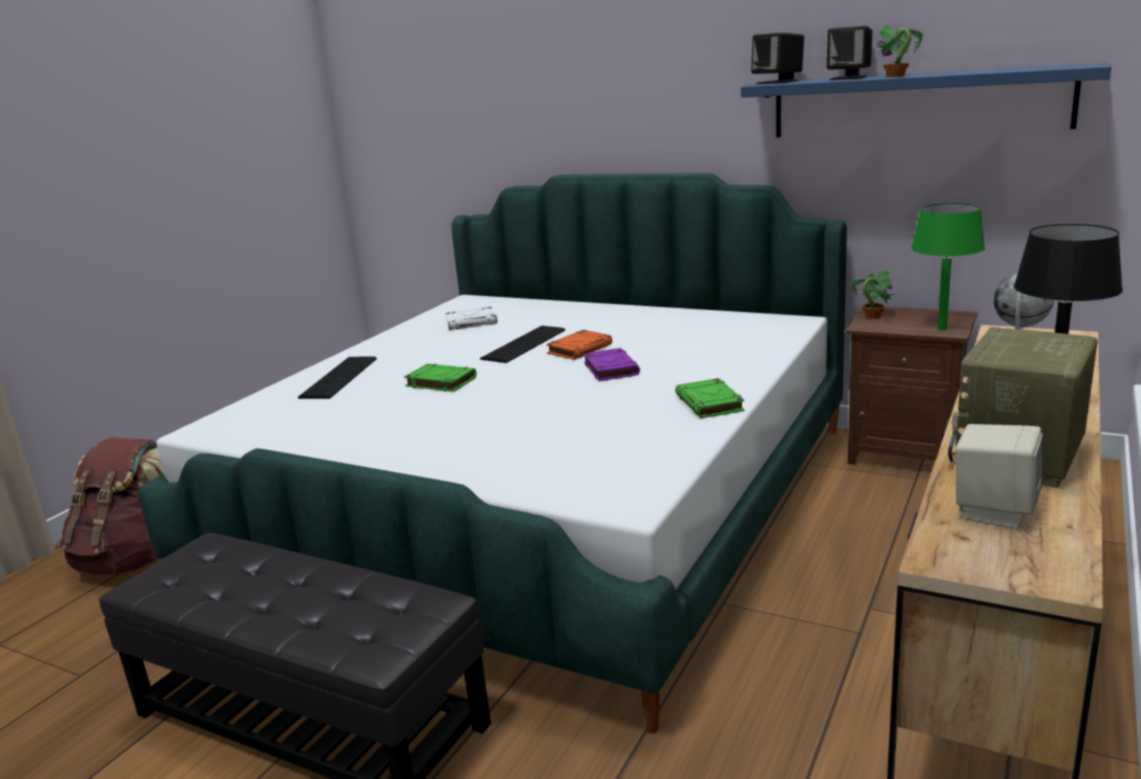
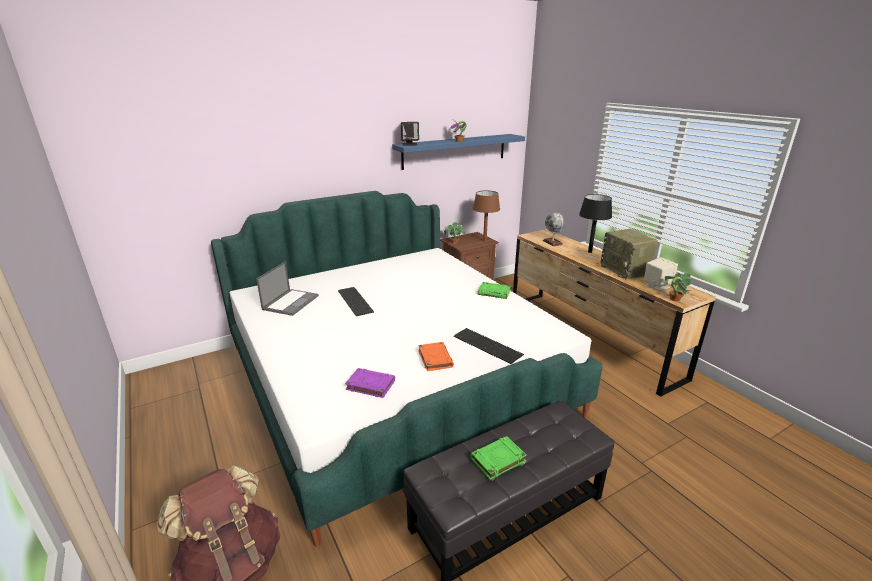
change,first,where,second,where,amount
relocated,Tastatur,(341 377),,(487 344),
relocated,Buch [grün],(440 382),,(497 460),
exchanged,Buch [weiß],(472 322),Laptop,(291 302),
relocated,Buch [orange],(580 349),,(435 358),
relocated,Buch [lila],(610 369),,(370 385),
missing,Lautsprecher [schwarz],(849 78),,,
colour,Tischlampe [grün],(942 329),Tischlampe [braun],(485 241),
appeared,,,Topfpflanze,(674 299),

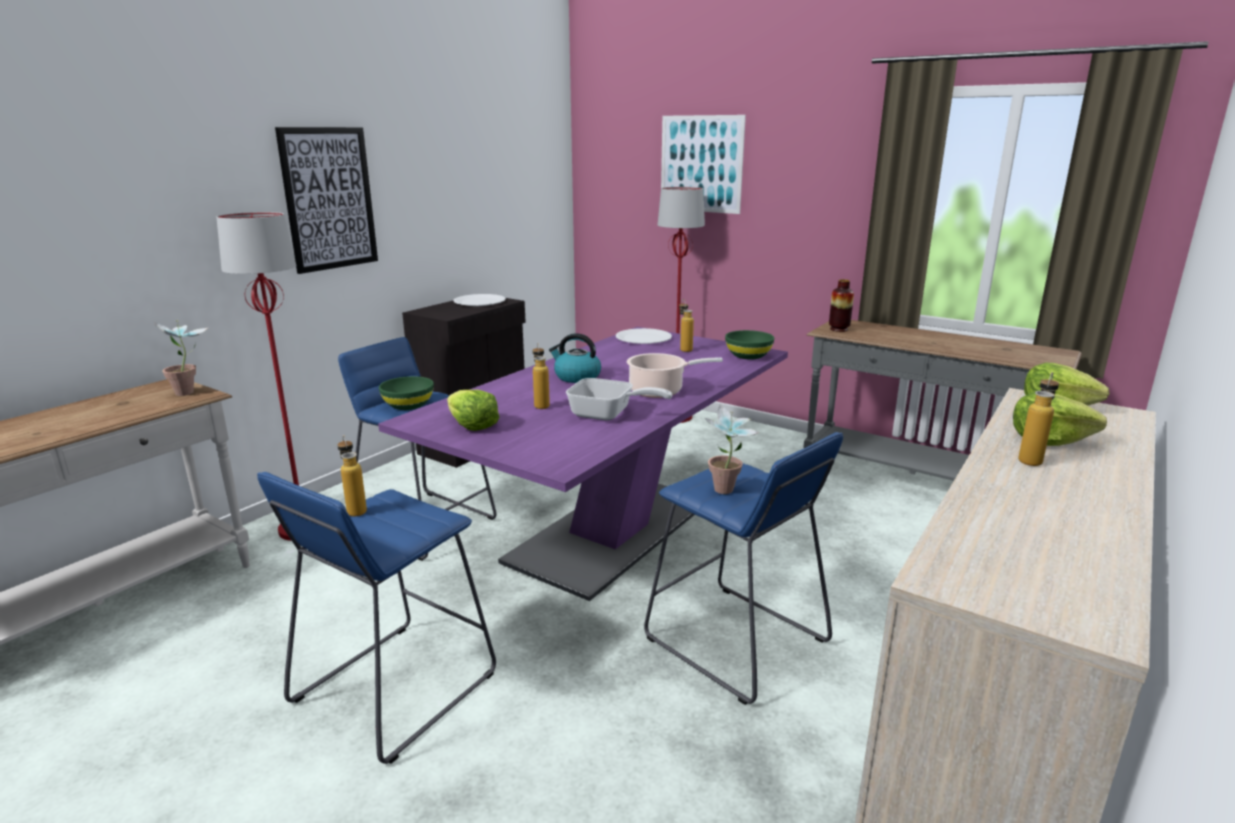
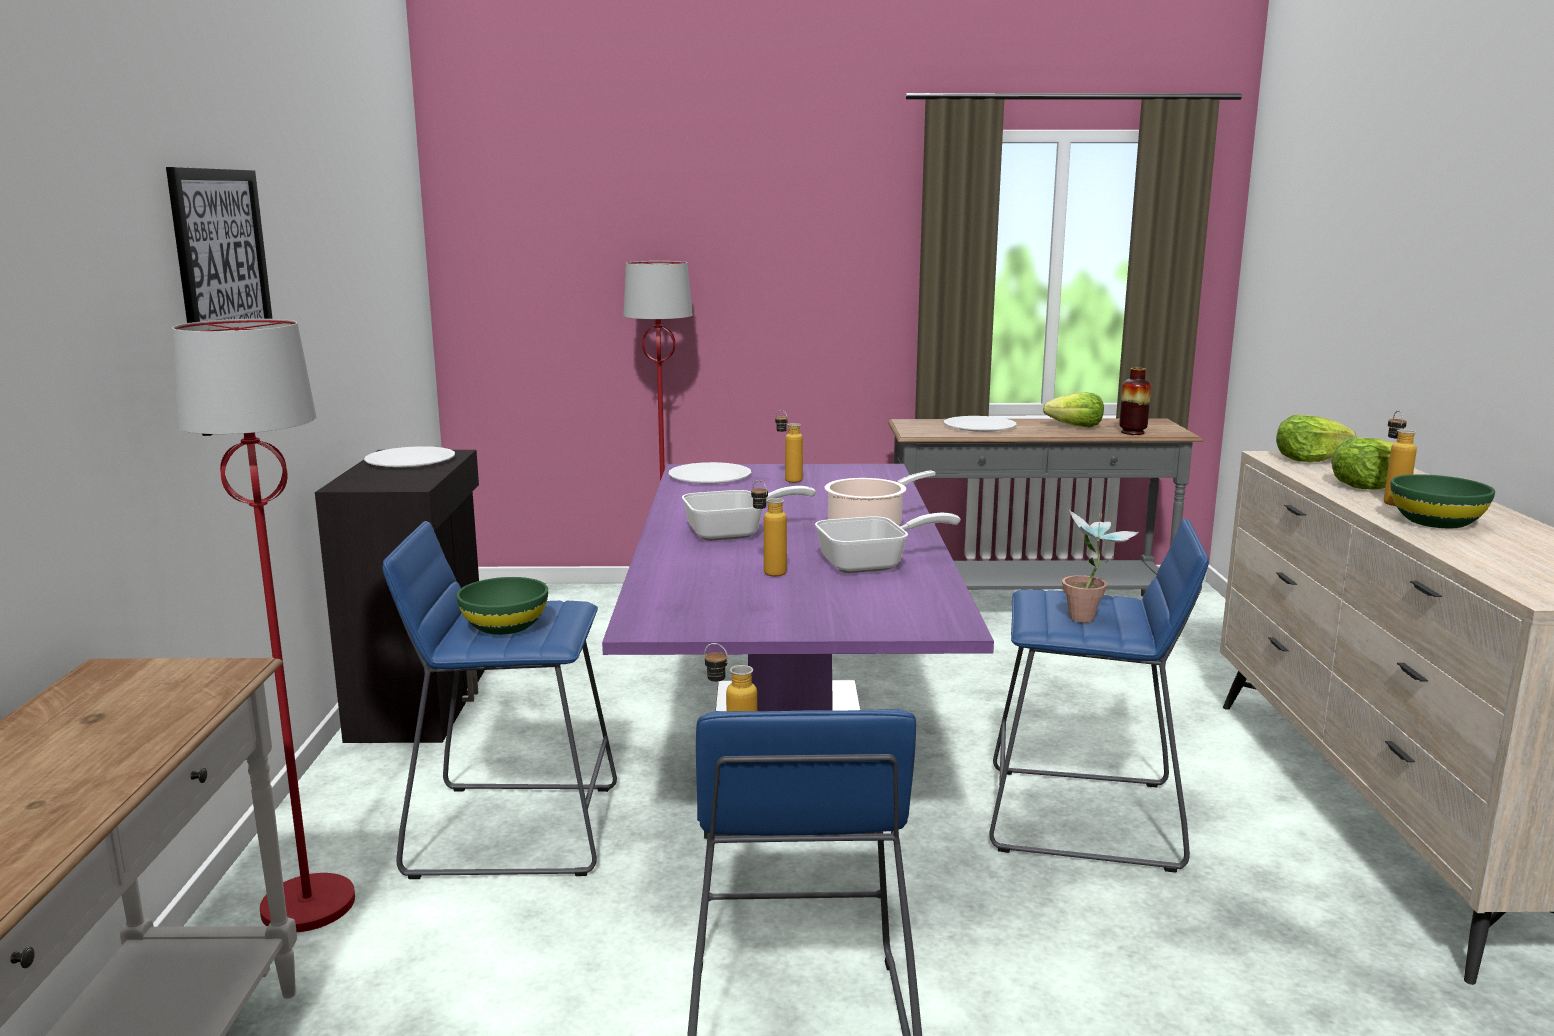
change,first,where,second,where,amount
missing,Topfpflanze,(191 393),,,
relocated,Salatkopf,(472 426),,(1075 426),
exchanged,Wasserkessel,(576 377),Pfanne,(735 533),
missing,Bild,(701 164),,,
relocated,Schüssel [grün],(748 356),,(1436 522),
relocated,Vase,(839 329),,(1132 432),
appeared,,,Teller [weiß],(979 426),

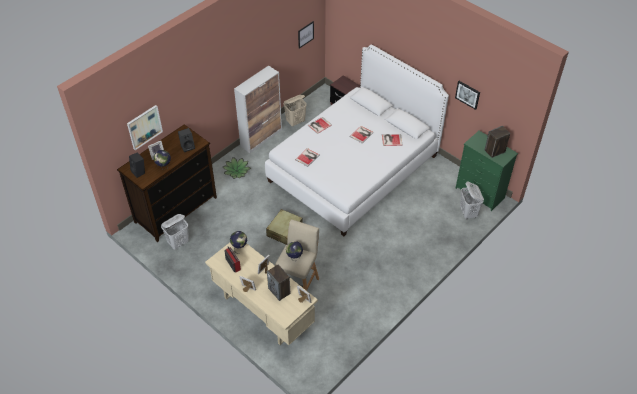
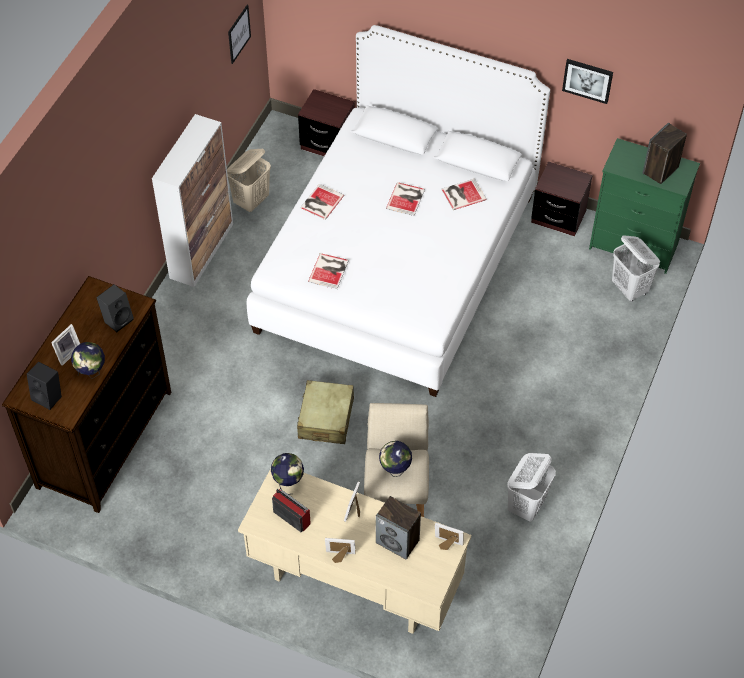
change,first,where,second,where,amount
missing,Bild,(144 127),,,
relocated,Wäschekorb [weiß],(178 242),,(526 505),
missing,Topfpflanze,(237 171),,,
appeared,,,Nachttisch [braun],(558 217),

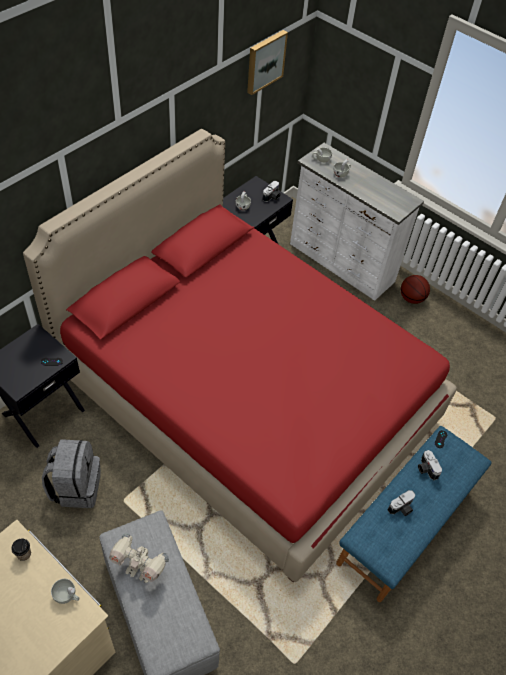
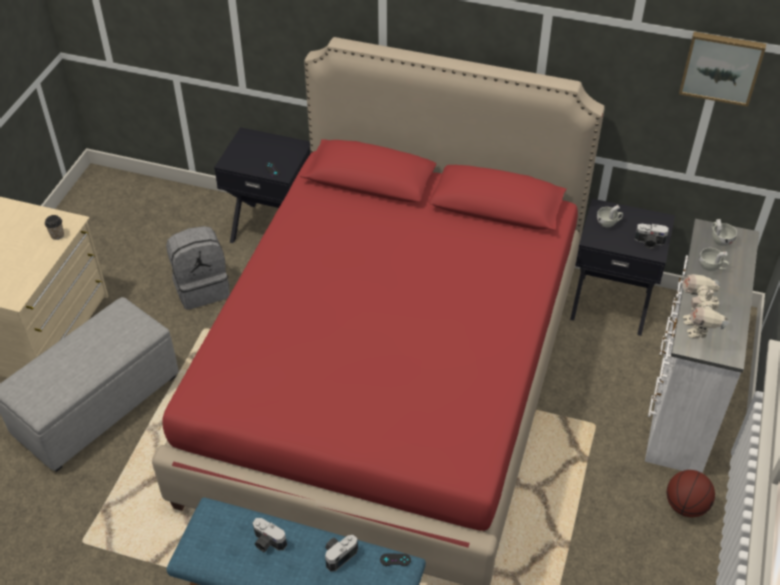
change,first,where,second,where,amount
missing,Tasse [weiß],(67 595),,,
relocated,Spielzeugroboter,(140 570),,(696 328),

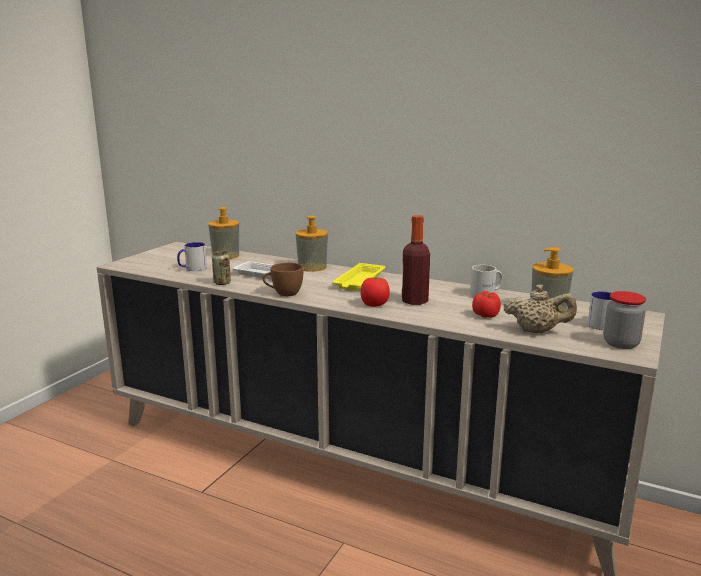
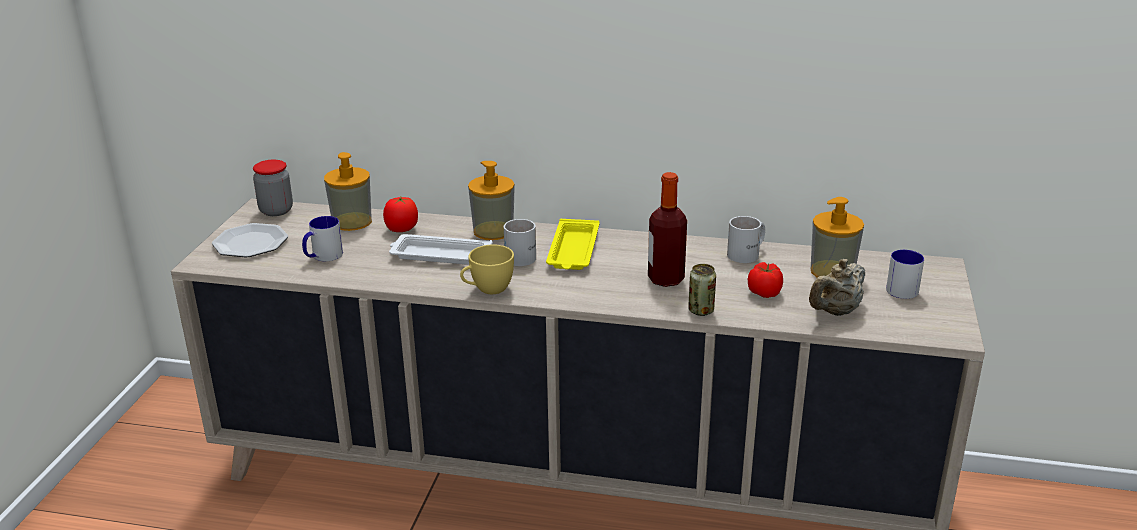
change,first,where,second,where,amount
relocated,Dose,(222 283),,(701 310),
colour,Tasse [braun],(283 293),Tasse [gelb],(487 289),
relocated,Tomate,(374 305),,(401 229),
spun,Teekanne [beige],(537 331),,(835 312),135 degrees clockwise
relocated,Vorratsglas,(621 343),,(276 210),
appeared,,,Teller,(251 243),
appeared,,,Henkelbecher [weiß],(524 255),

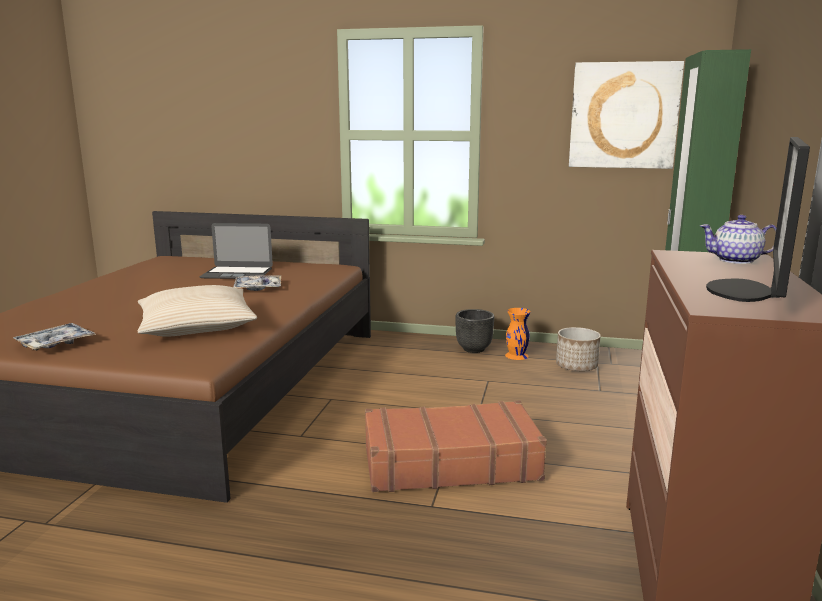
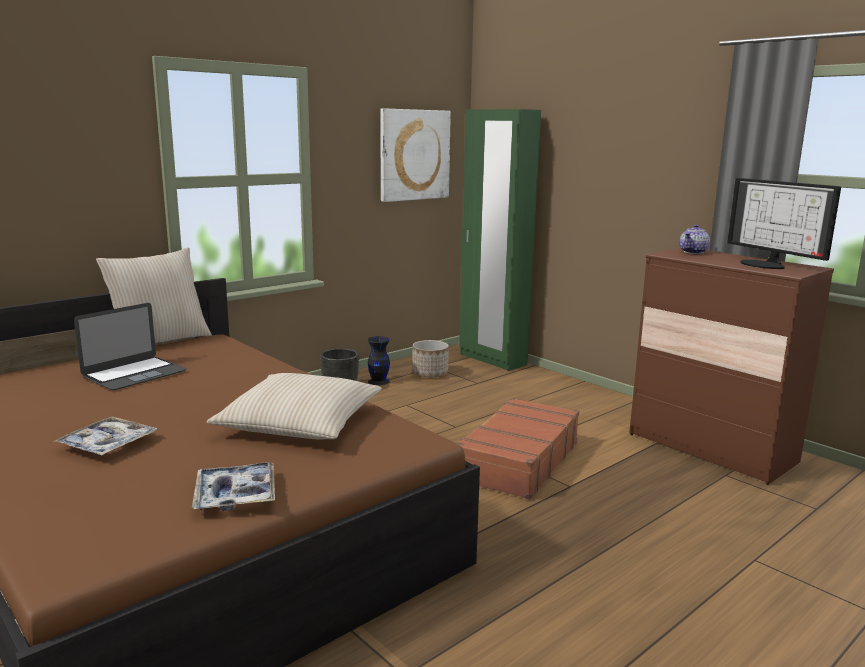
change,first,where,second,where,amount
relocated,Tablett,(258 288),,(107 444),
colour,Vase [orange],(516 355),Vase [schwarz],(378 381),
appeared,,,Kissen [beige],(160 341),

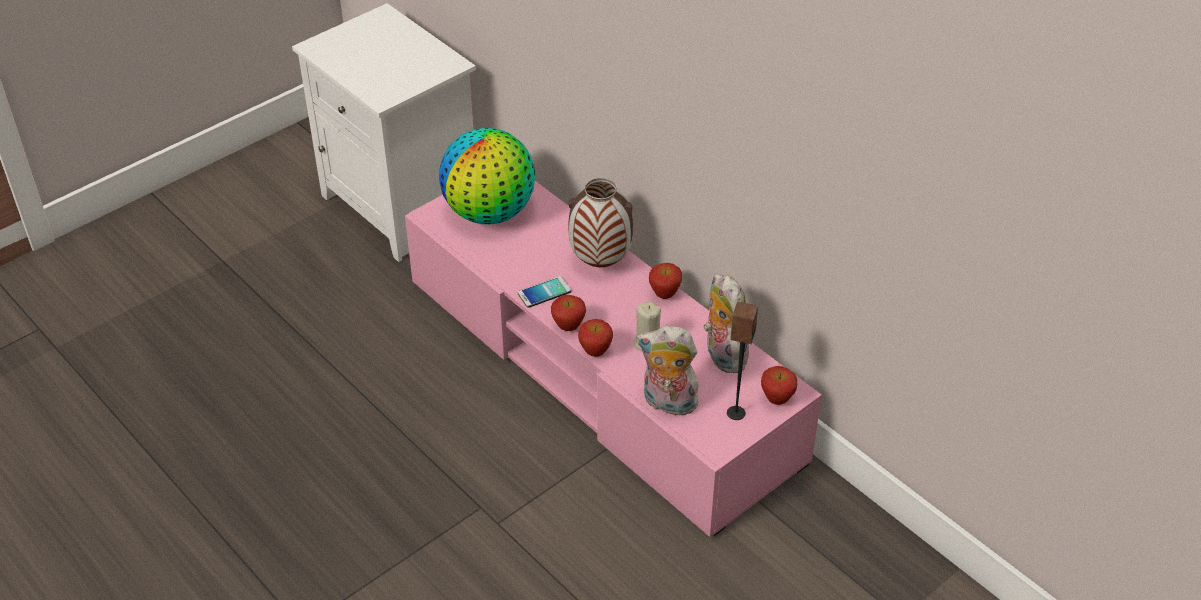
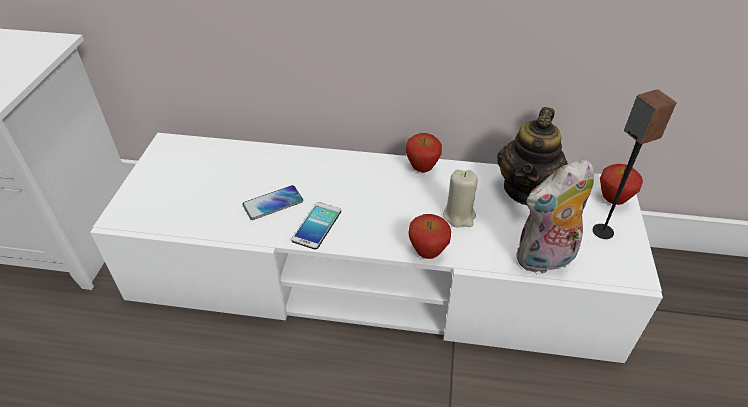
change,first,where,second,where,amount
colour,Fernsehschrank [rosa],(600 370),Fernsehschrank [weiß],(374 275),
missing,Globus,(490 212),,,
missing,Apfel,(568 327),,,
missing,Vase,(601 262),,,
exchanged,Plüschtier,(722 355),Teekanne,(527 190),
appeared,,,Handy,(273 203),

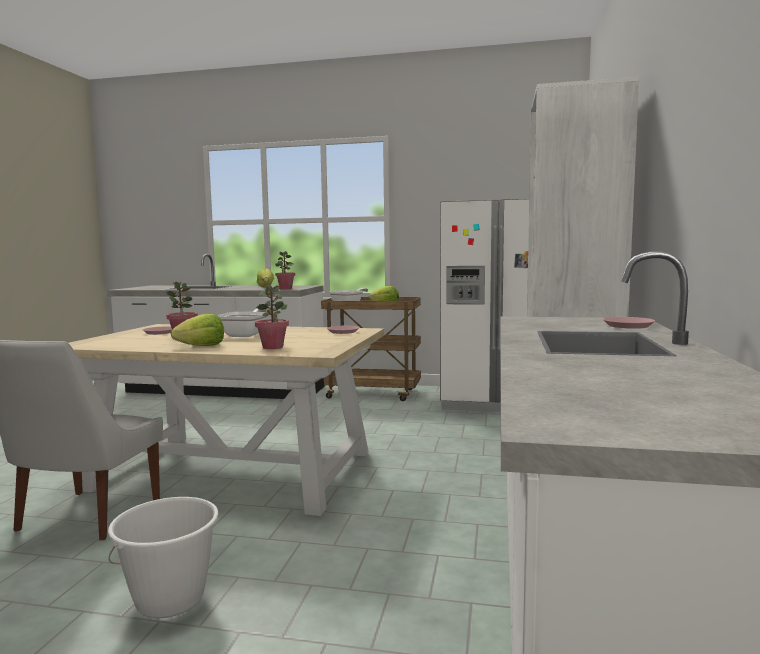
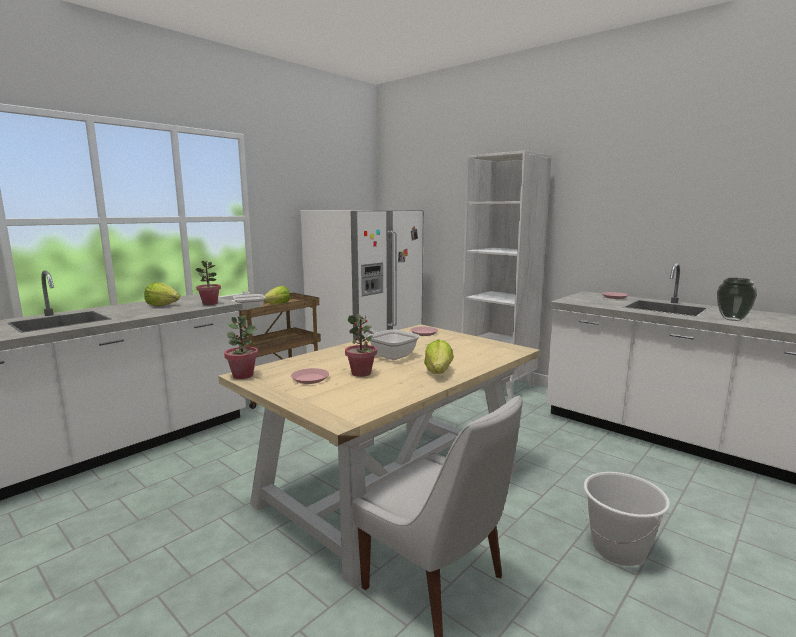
change,first,where,second,where,amount
relocated,Topfpflanze,(273 347),,(243 375),
appeared,,,Vase,(731 319),

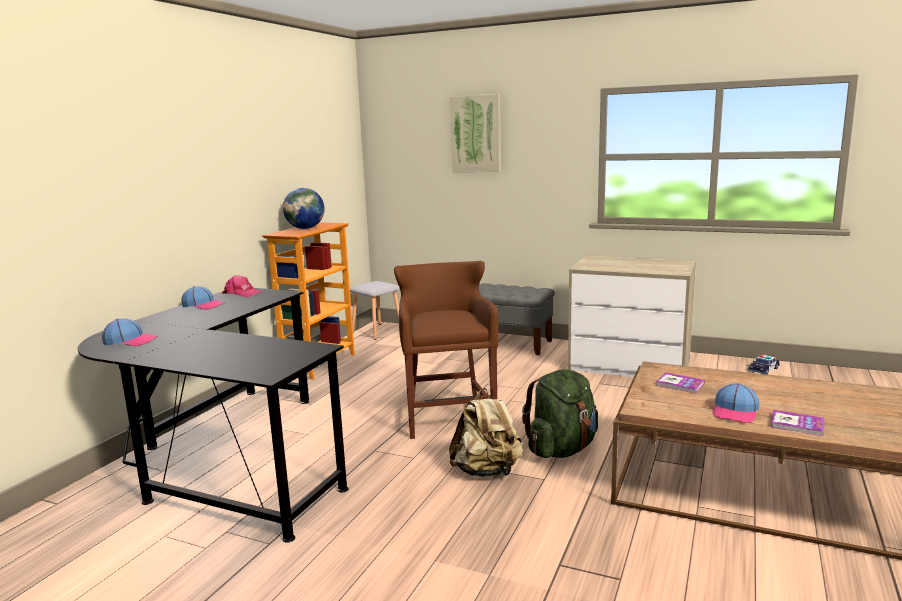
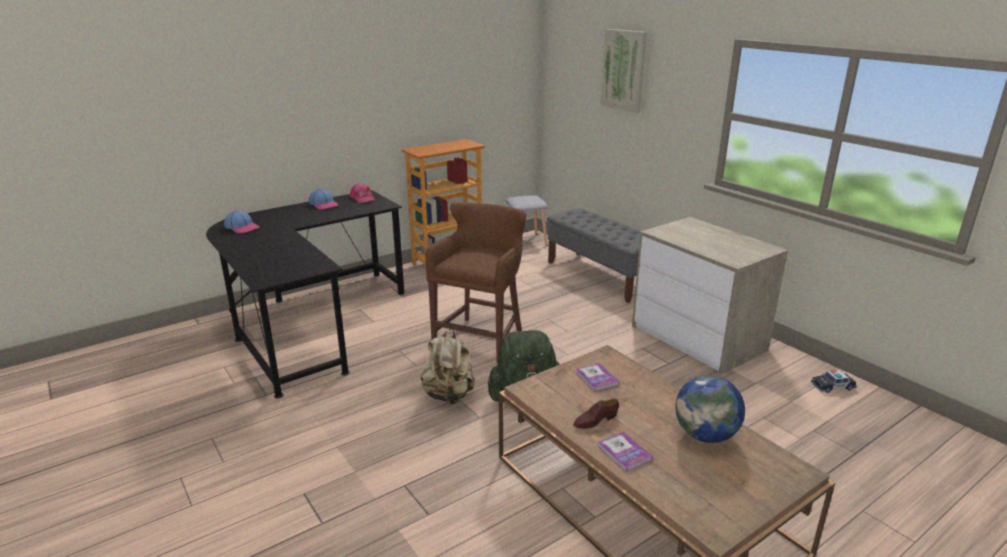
change,first,where,second,where,amount
relocated,Globus,(305 228),,(705 435),
exchanged,Kappe,(735 411),Schuh [braun],(595 420),

